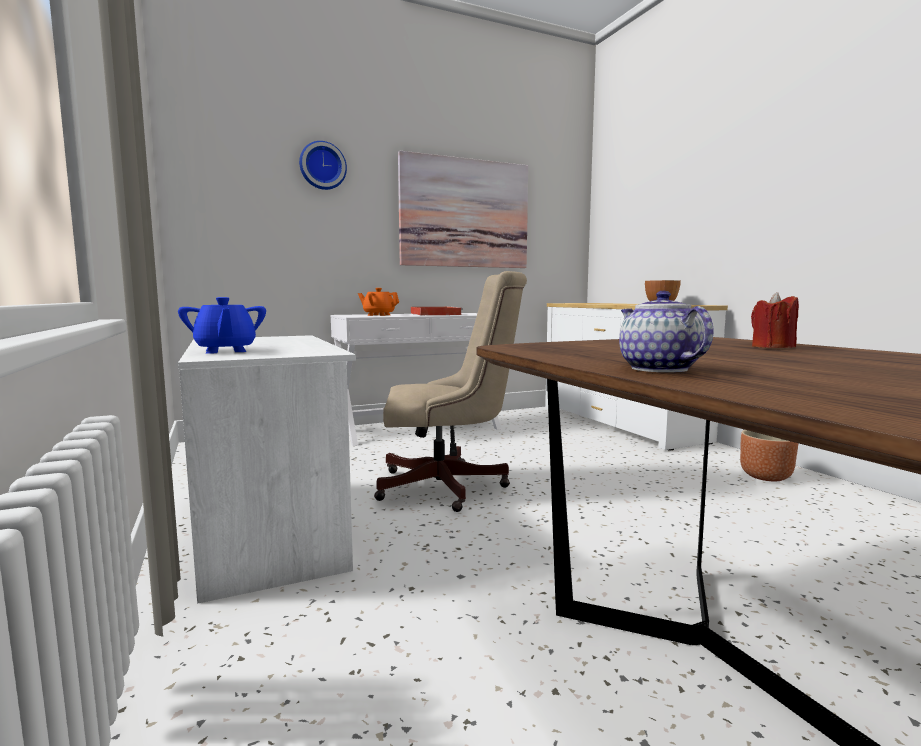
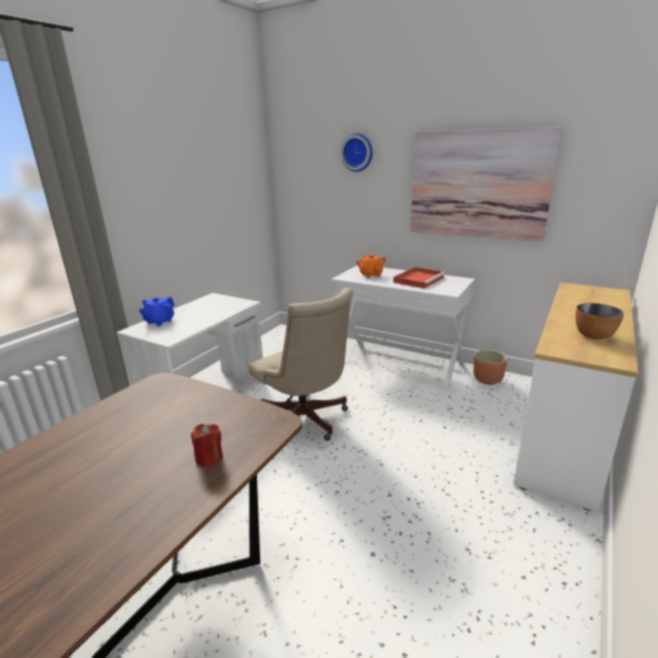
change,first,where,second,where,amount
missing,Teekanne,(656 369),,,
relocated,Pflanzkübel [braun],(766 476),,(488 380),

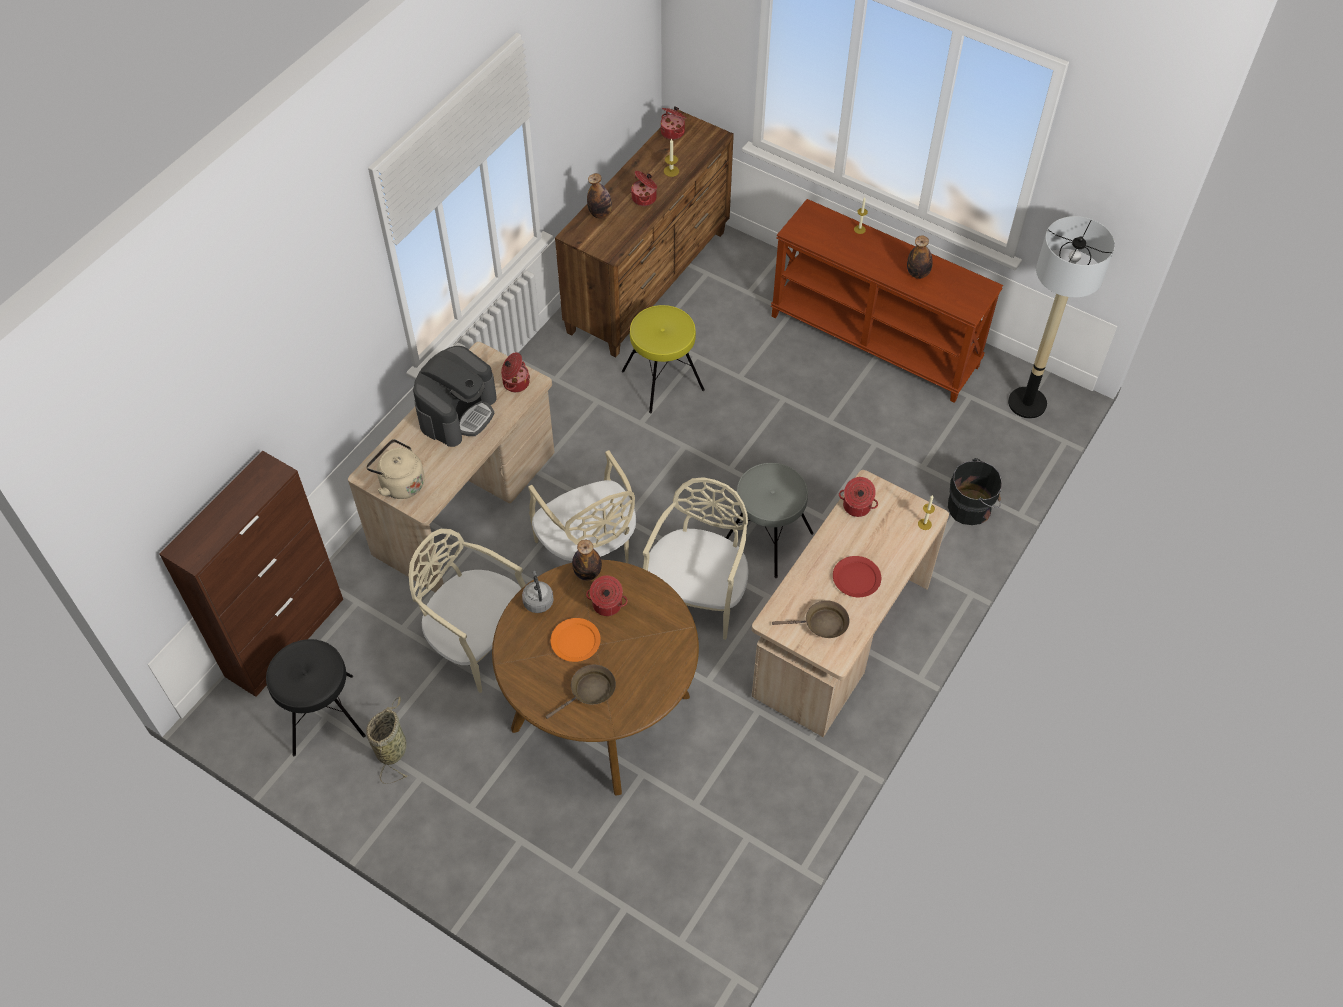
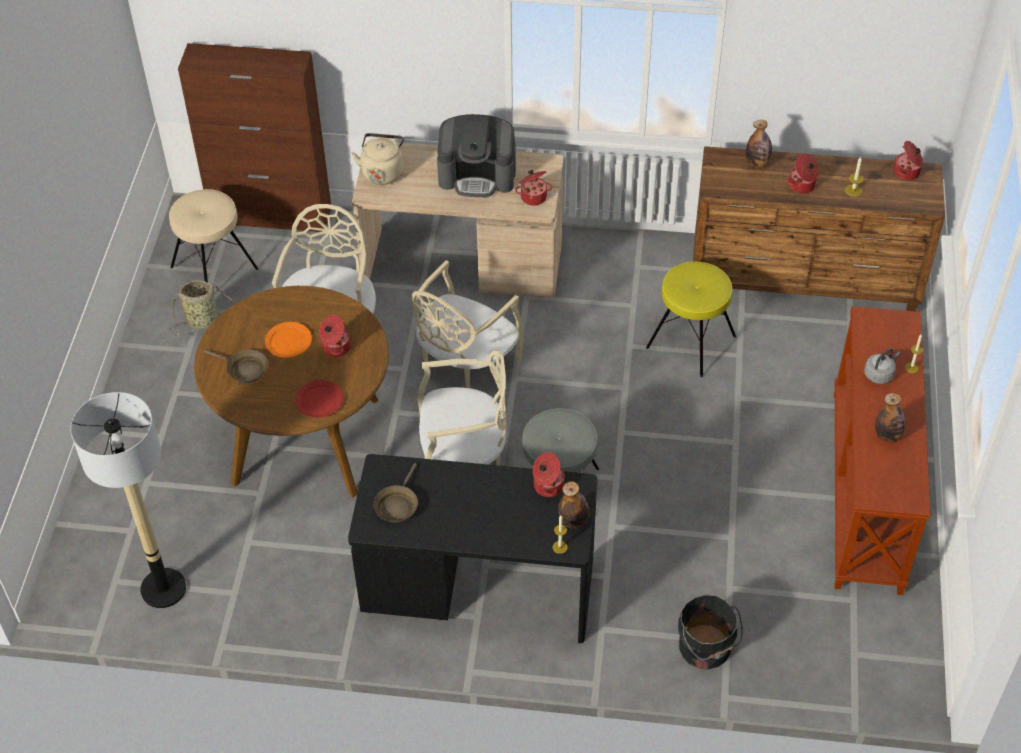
change,first,where,second,where,amount
colour,Hocker [schwarz],(322 714),Hocker [beige],(214 267),
relocated,Wasserkessel [grau],(538 600),,(879 374),
relocated,Flasche,(587 573),,(573 521),
colour,Schreibtisch [beige],(839 639),Schreibtisch [schwarz],(478 589),
spun,Pfanne [braun],(822 624),,(397 505),45 degrees clockwise
relocated,Teller [rot],(856 578),,(319 401),
relocated,Stehlampe,(1027 403),,(163 588),

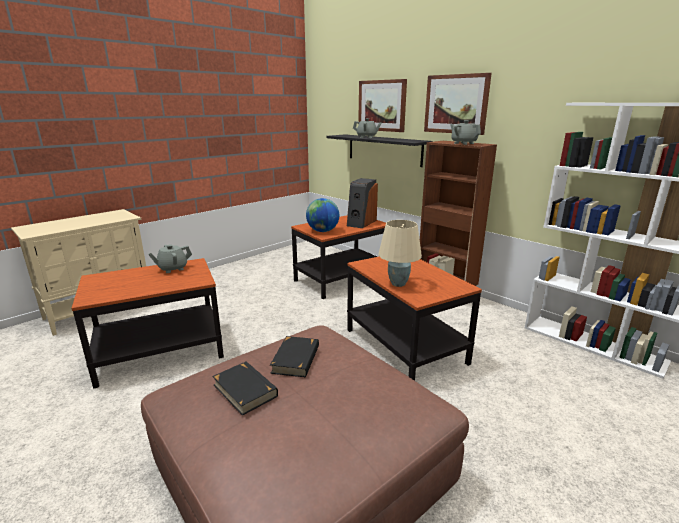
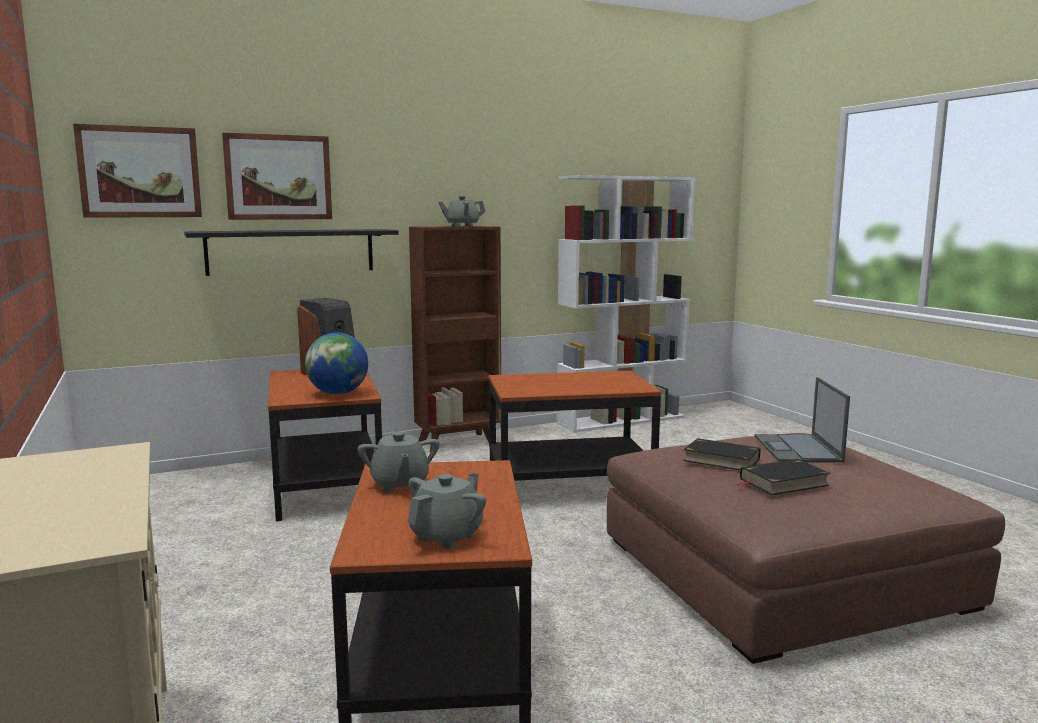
change,first,where,second,where,amount
relocated,Teekanne [grau],(366 137),,(447 536),
missing,Tischlampe [beige],(397 283),,,
relocated,Bild,(456 104),,(140 172),
appeared,,,Laptop,(798 449),

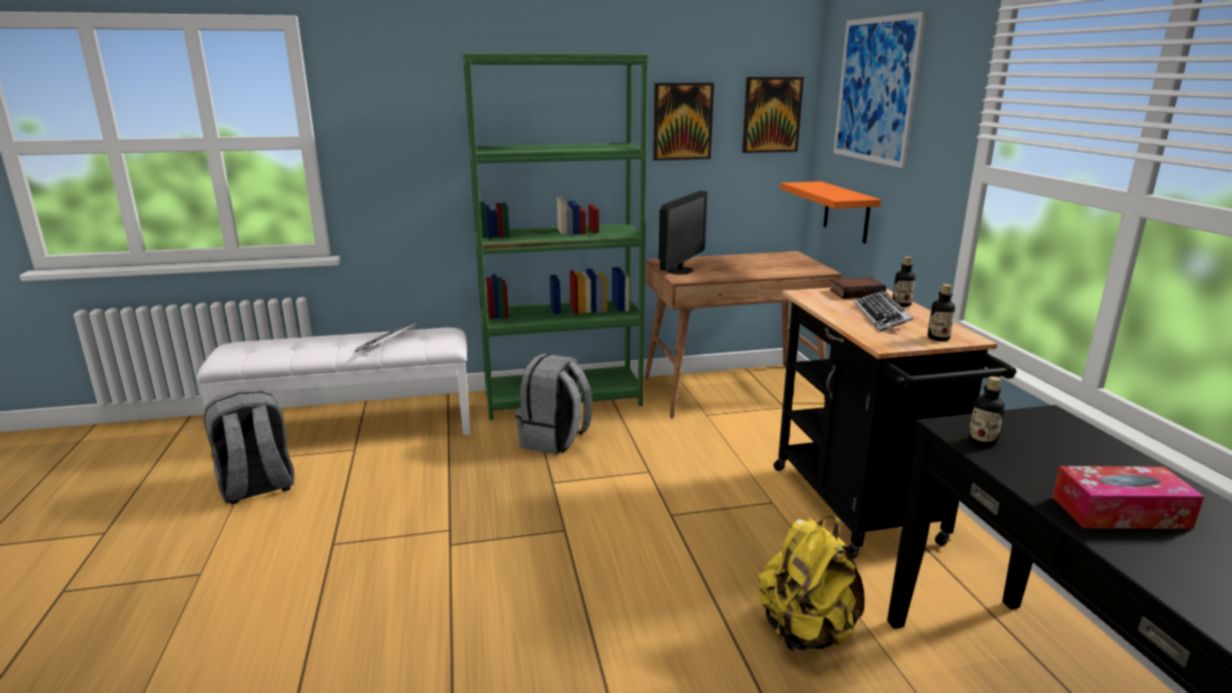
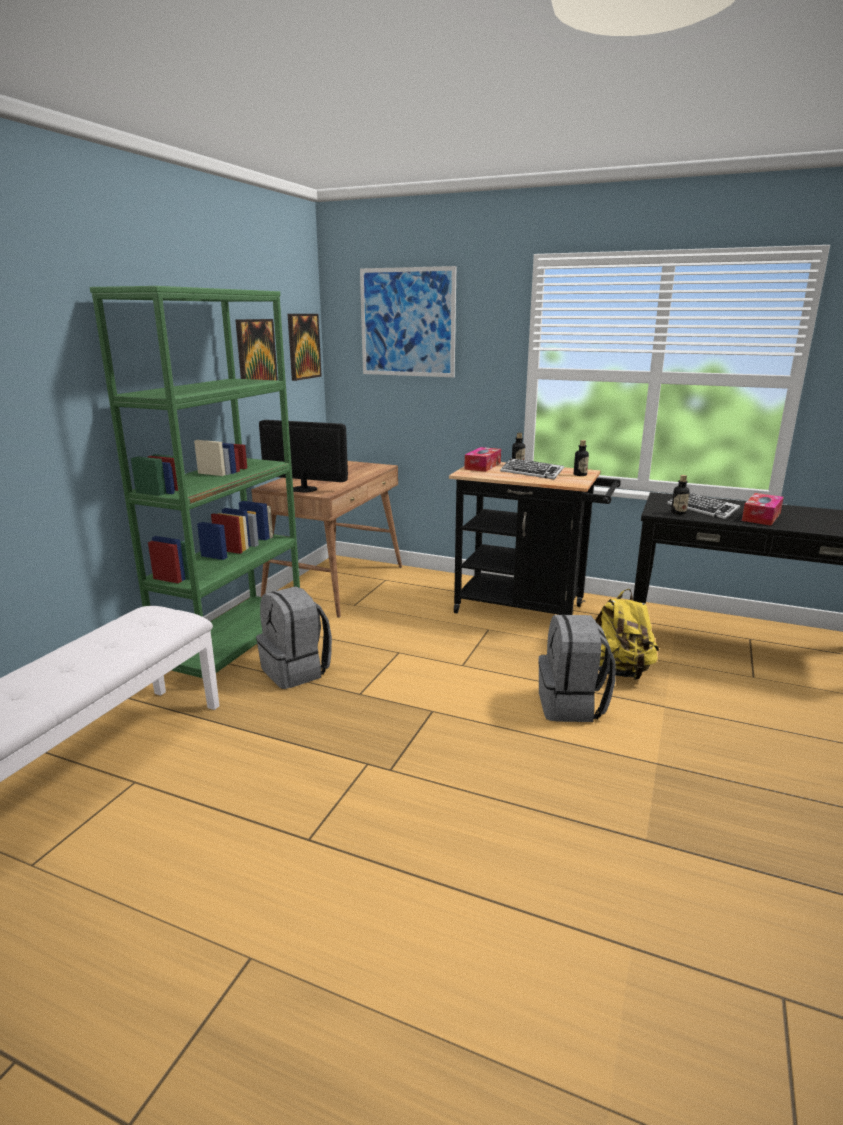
change,first,where,second,where,amount
relocated,Rucksack [grau],(257 487),,(572 705),
relocated,Tastatur,(388 342),,(702 509),
spun,Monitor,(680 270),,(304 489),45 degrees counterclockwise
missing,Wandregal [orange],(846 212),,,
exchanged,Buch,(856 293),Taschentuchbox,(482 466),

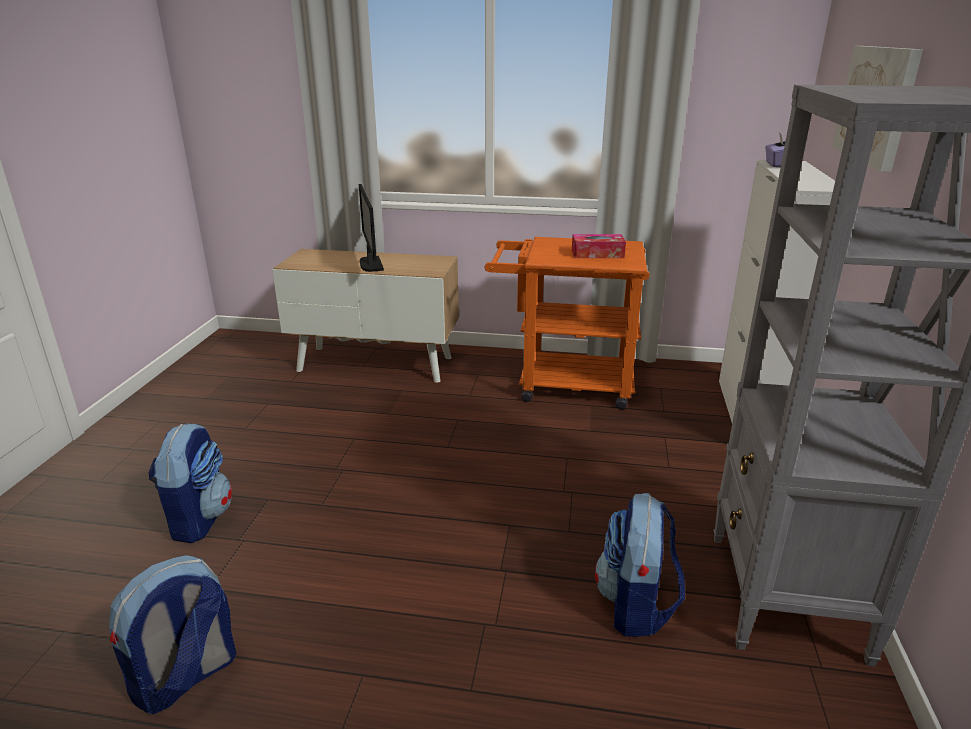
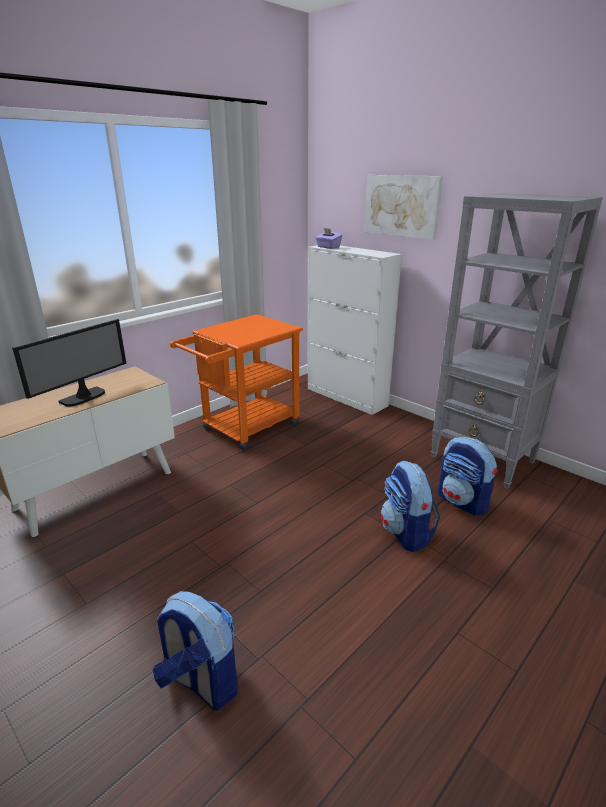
change,first,where,second,where,amount
relocated,Rucksack,(186 678),,(406 533),
spun,Monitor,(370 264),,(84 397),75 degrees counterclockwise
missing,Taschentuchbox,(597 254),,,

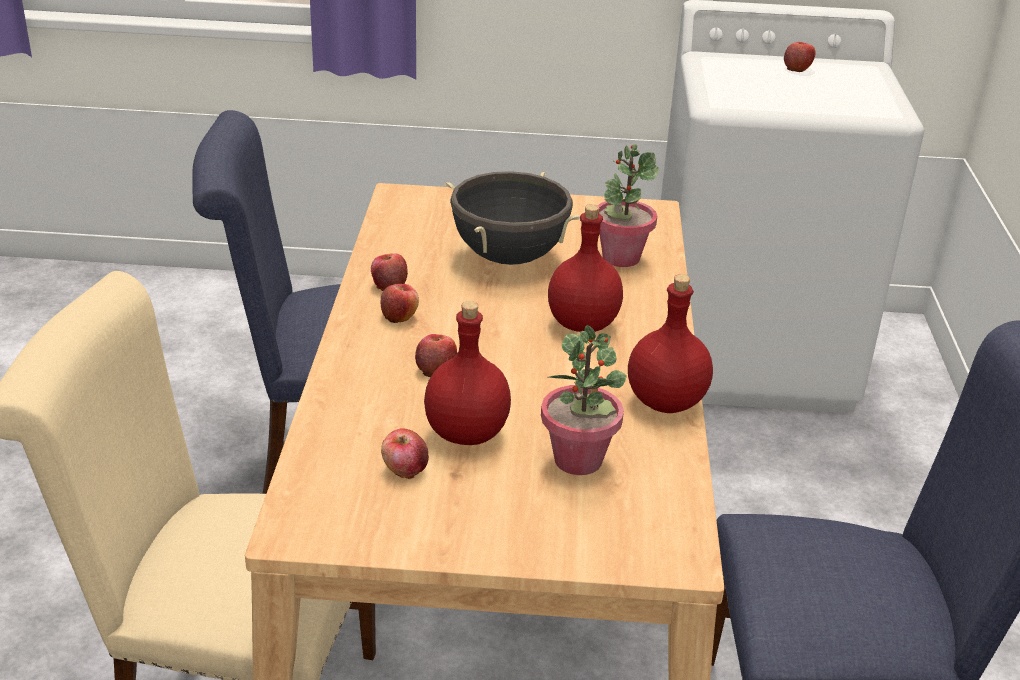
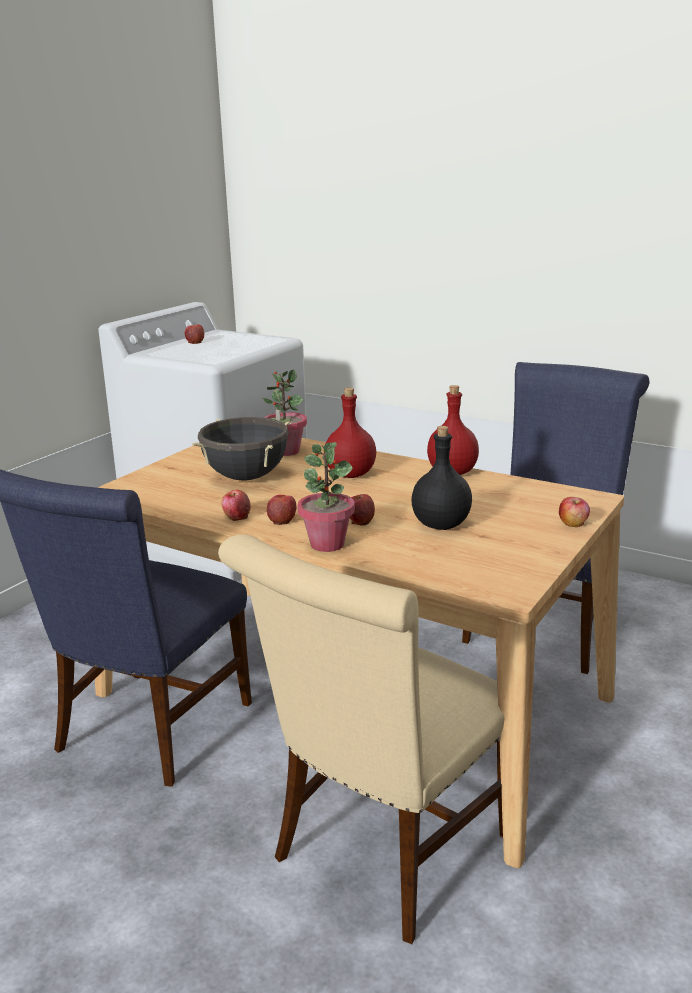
change,first,where,second,where,amount
relocated,Apfel,(405 469),,(573 523),
colour,Flasche [rot],(467 432),Flasche [schwarz],(440 524),
relocated,Topfpflanze,(578 460),,(327 544),

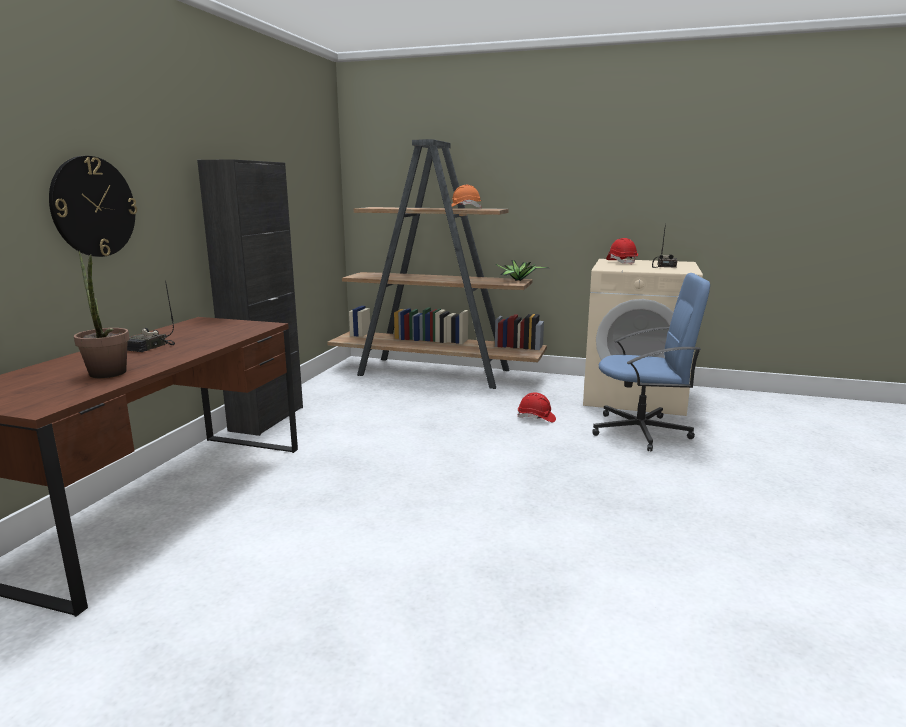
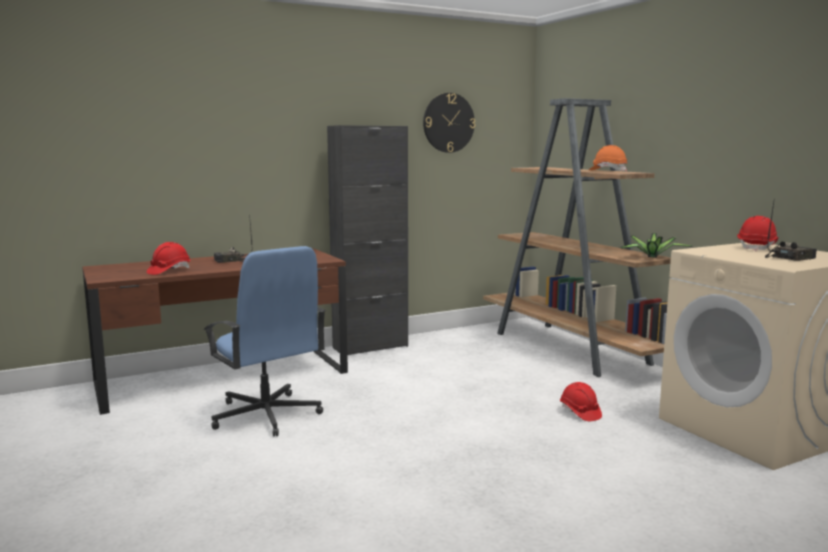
change,first,where,second,where,amount
relocated,Wanduhr,(93 207),,(448 123),
exchanged,Topfpflanze,(108 375),Schutzhelm [rot],(169 271),
relocated,Bürostuhl [blau],(641 431),,(266 415),

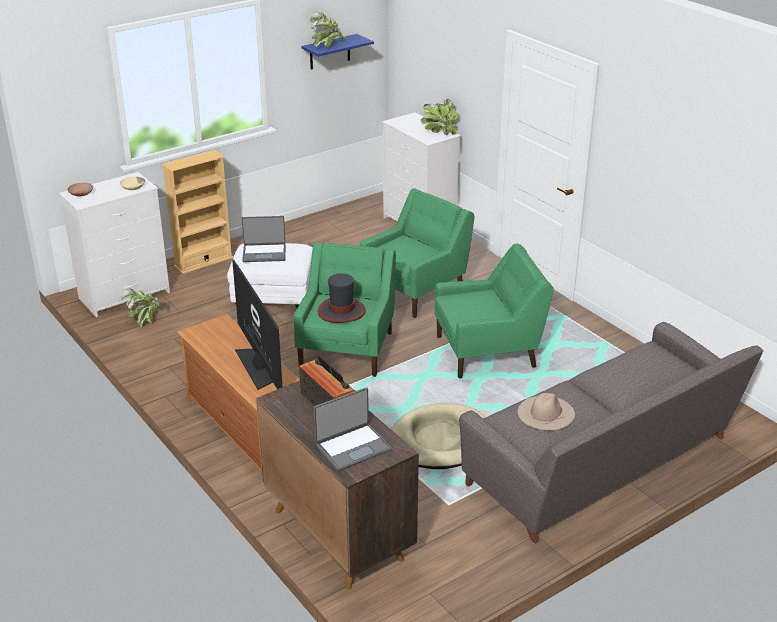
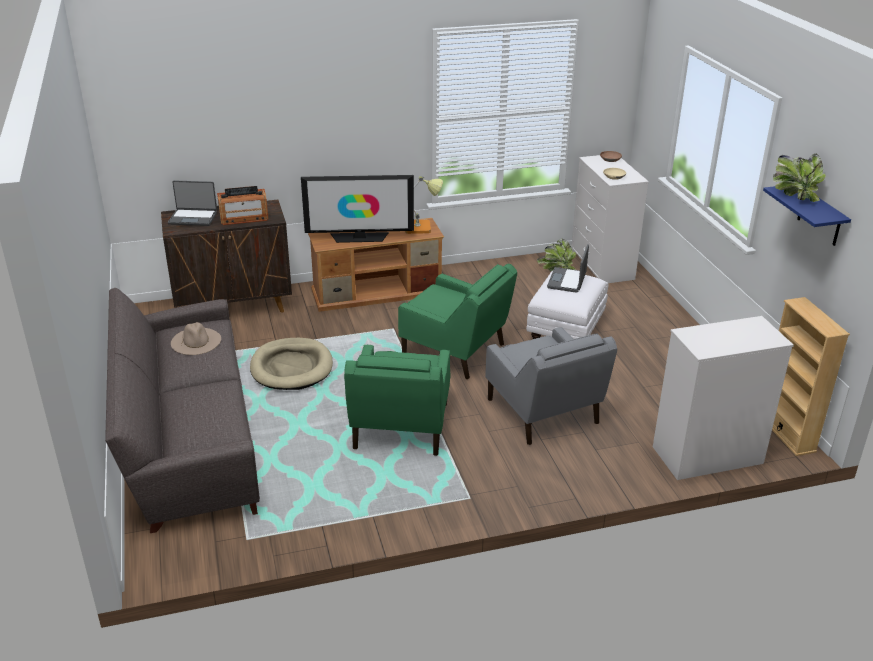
change,first,where,second,where,amount
relocated,Bücherregal [beige],(203 262),,(786 433),
spun,Laptop,(352 447),,(193 218),75 degrees counterclockwise
missing,Hut,(341 311),,,
colour,Sessel [grün],(415 290),Sessel [grau],(543 413),
missing,Topfpflanze,(440 132),,,
appeared,,,Tischlampe,(421 227),

